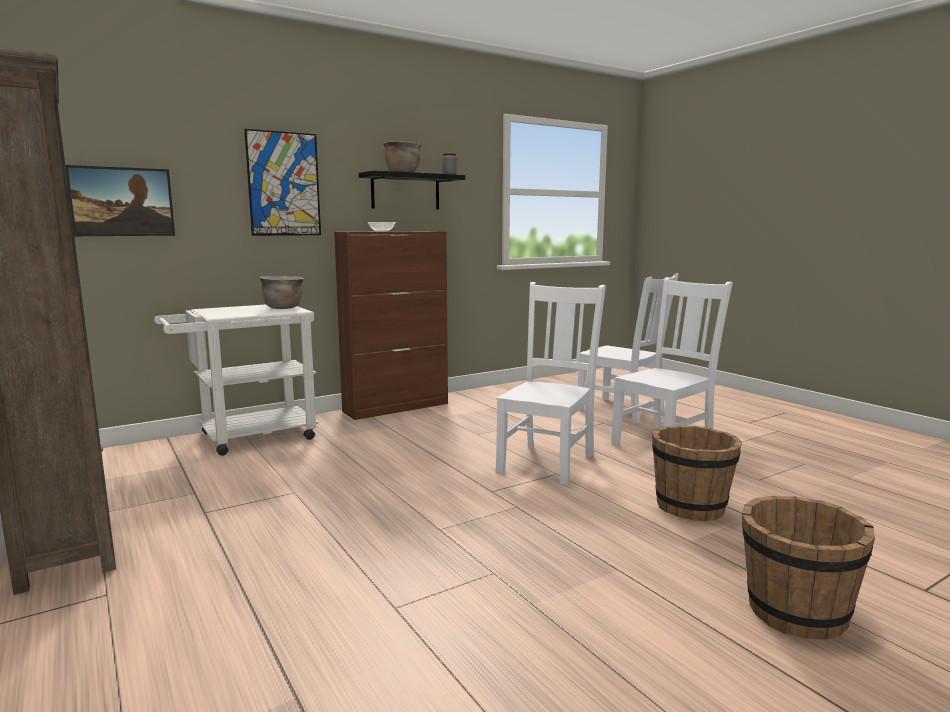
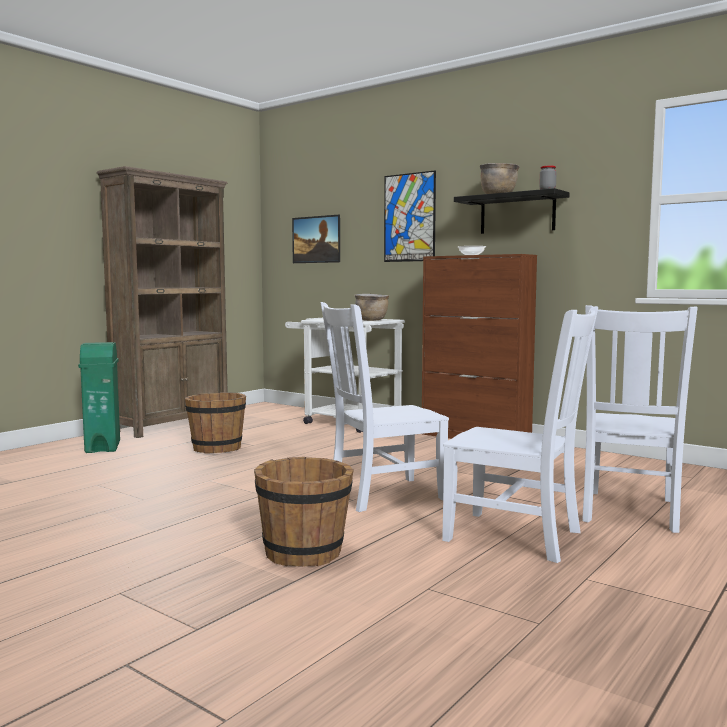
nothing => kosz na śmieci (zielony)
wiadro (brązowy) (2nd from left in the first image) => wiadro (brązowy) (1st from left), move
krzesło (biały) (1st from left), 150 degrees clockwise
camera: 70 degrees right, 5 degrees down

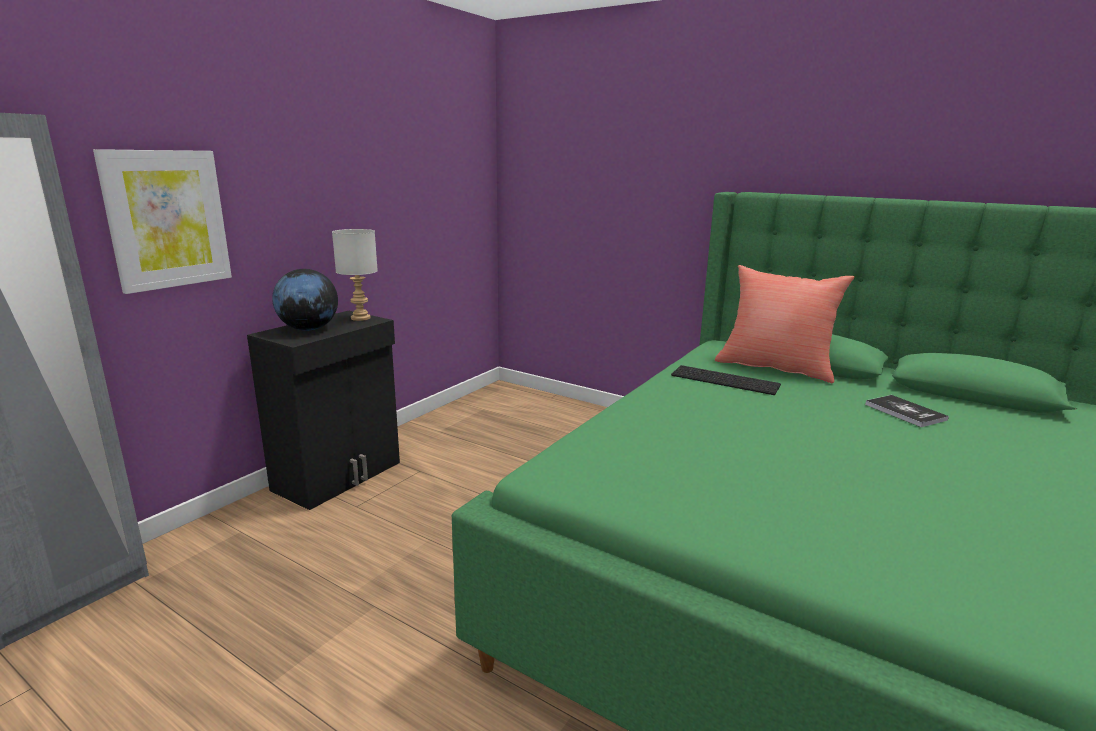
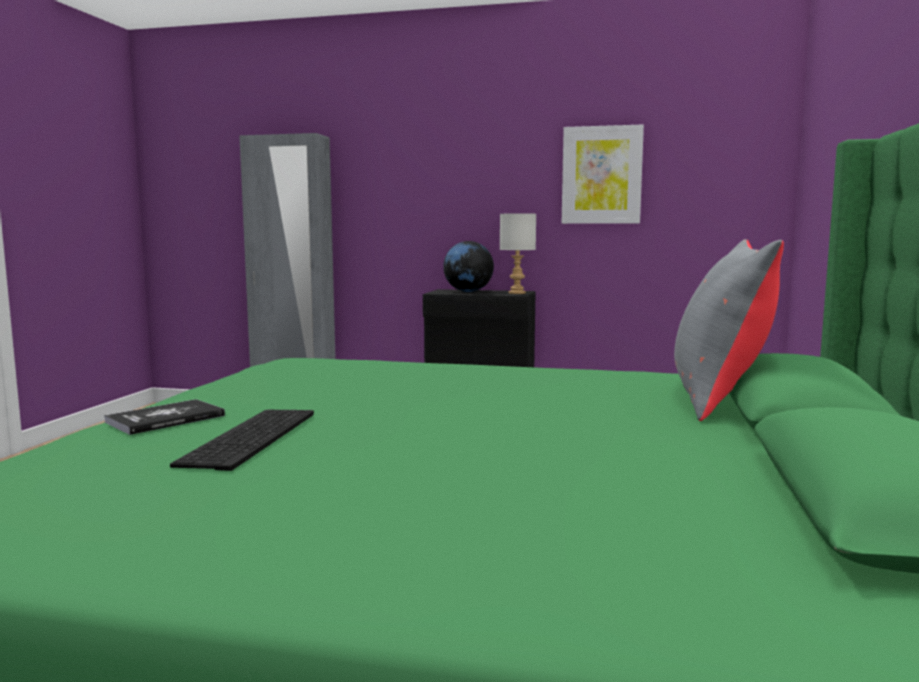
obraz, move
klawiatura, move
książka, move
poduszka (czerwony) => poduszka (szary)
camera: 70 degrees right, 10 degrees down

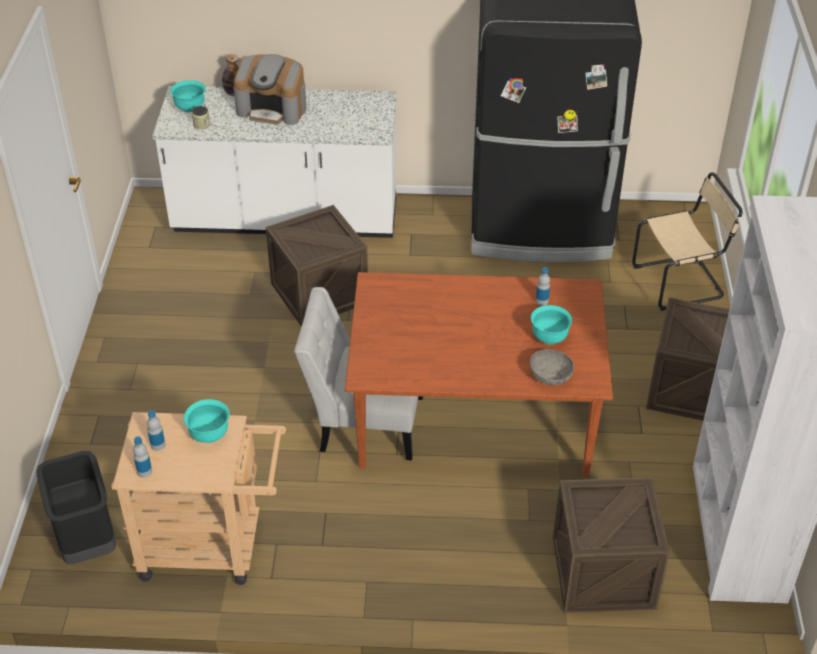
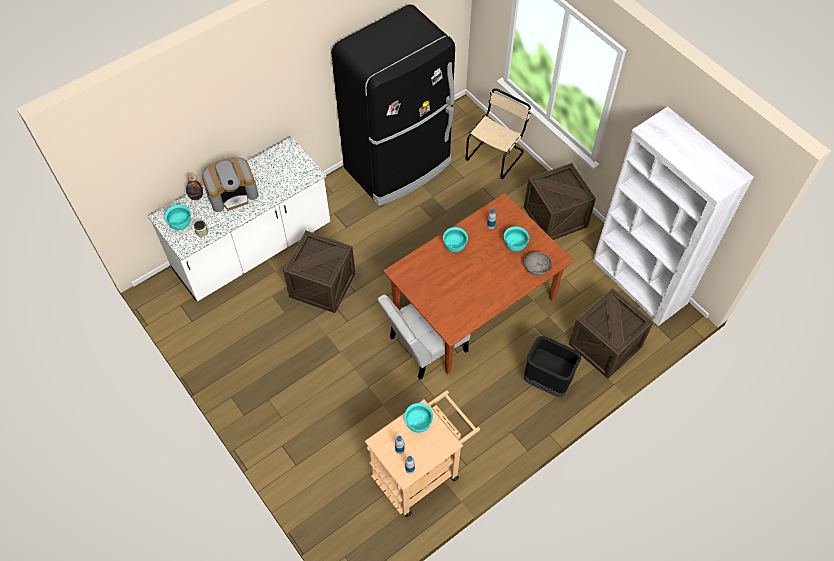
nothing => miska (turkusowy) (3rd from left)
kosz na śmieci (czarny), move
camera: 40 degrees left, 15 degrees up

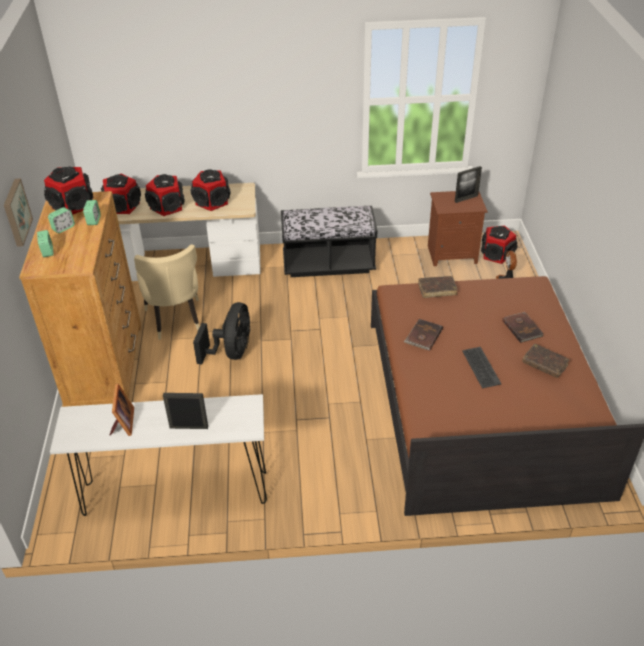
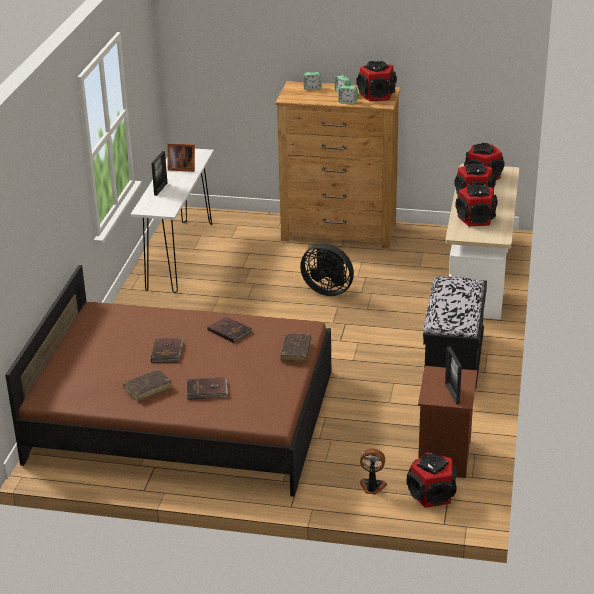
obraz => nothing
krzesło (beżowy) => nothing
klawiatura => książka (brązowy) (2nd from left)
camera: 105 degrees right, 10 degrees down

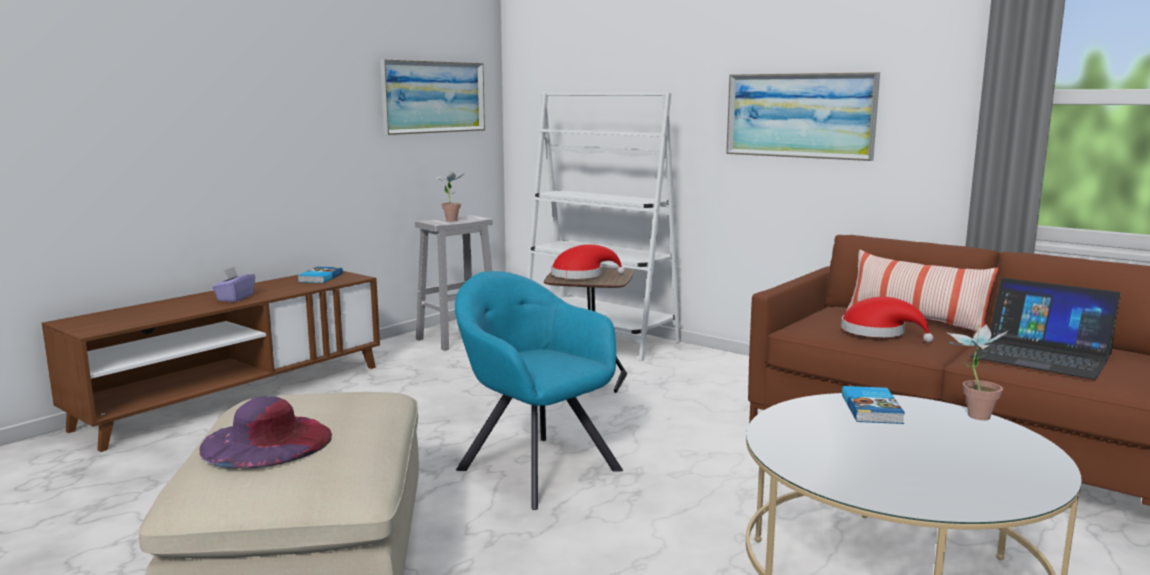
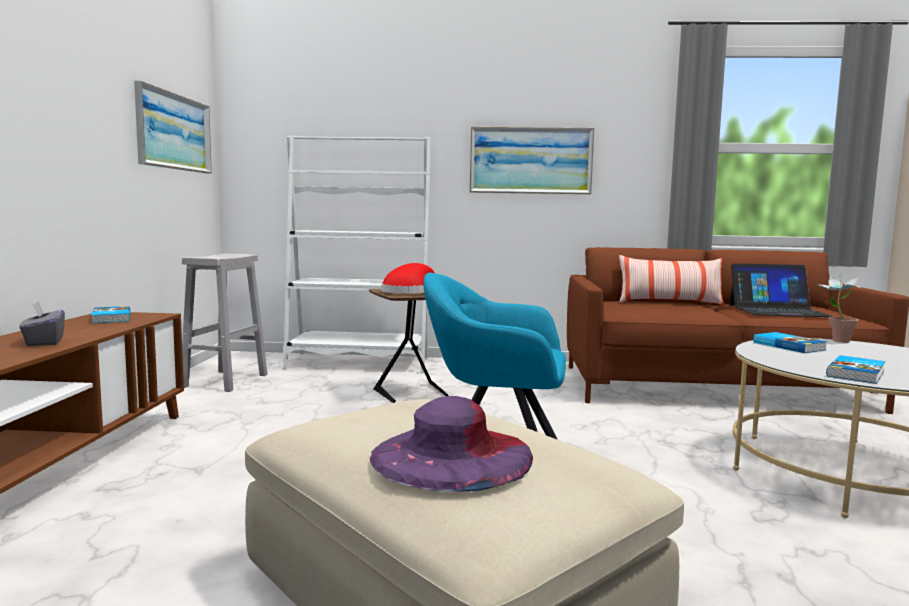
roślina doniczkowa (1st from left) => nothing
kapelusz (czerwony) (2nd from left) => nothing
nothing => książka (3rd from left)
pudełko chusteczek (fioletowy) => pudełko chusteczek (szary)
camera: 35 degrees left, 5 degrees down

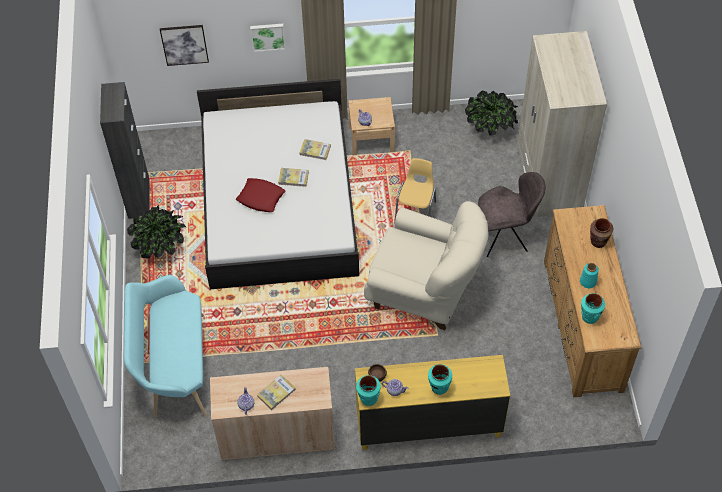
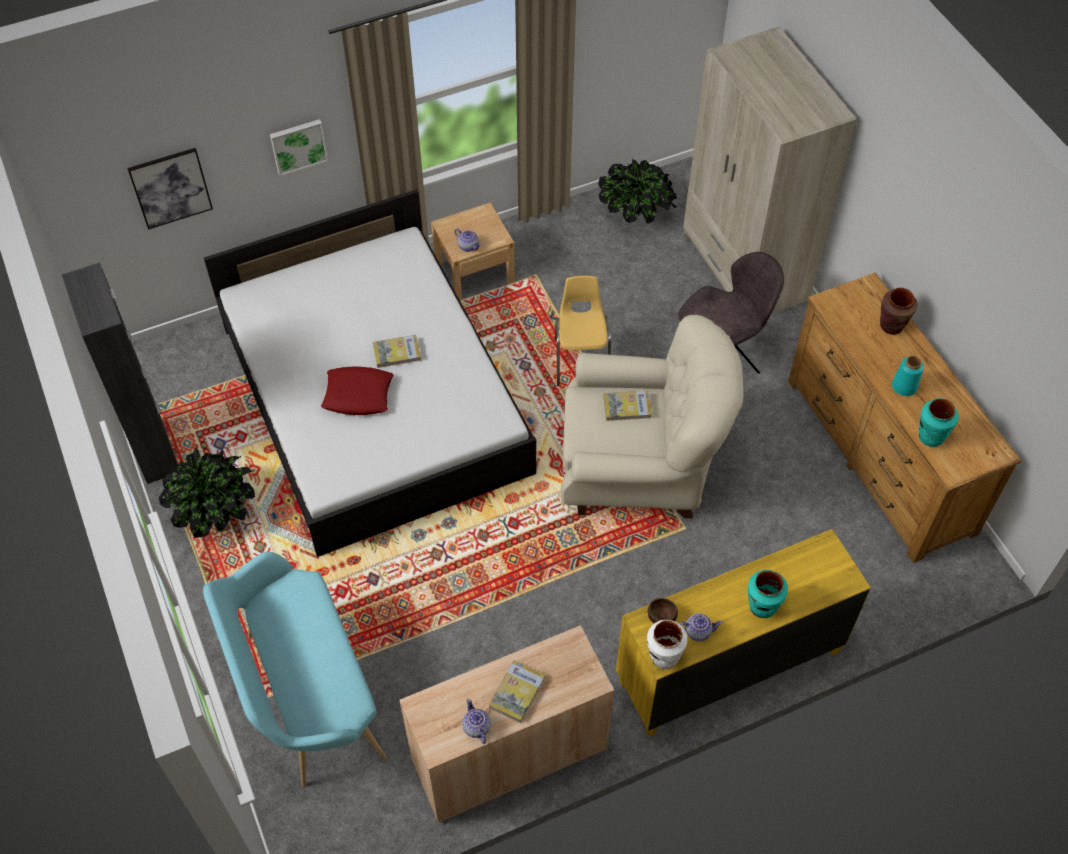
książka (3rd from left), move
wazon (turkusowy) (1st from left) => wazon (biały)
camera: 20 degrees left, 0 degrees up

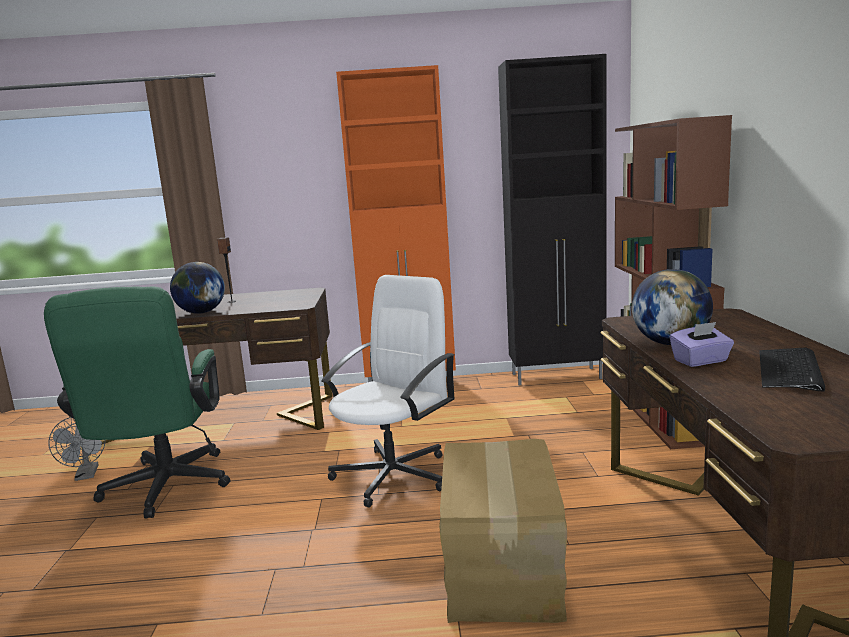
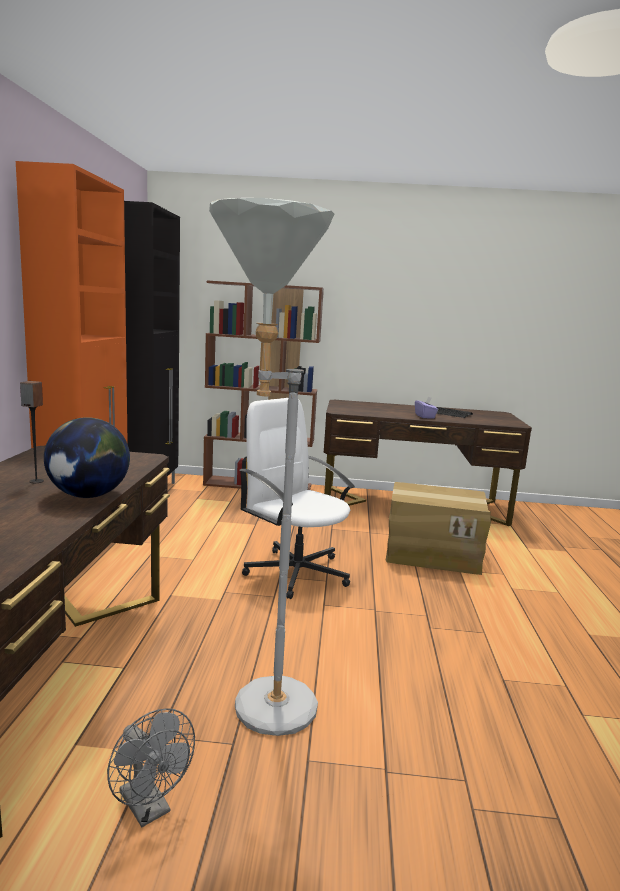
globus (2nd from left) => nothing
krzesło biurowe (zielony) => lampa stojąca (szary)
wentylator (szary), 60 degrees clockwise
camera: 85 degrees left, 0 degrees up

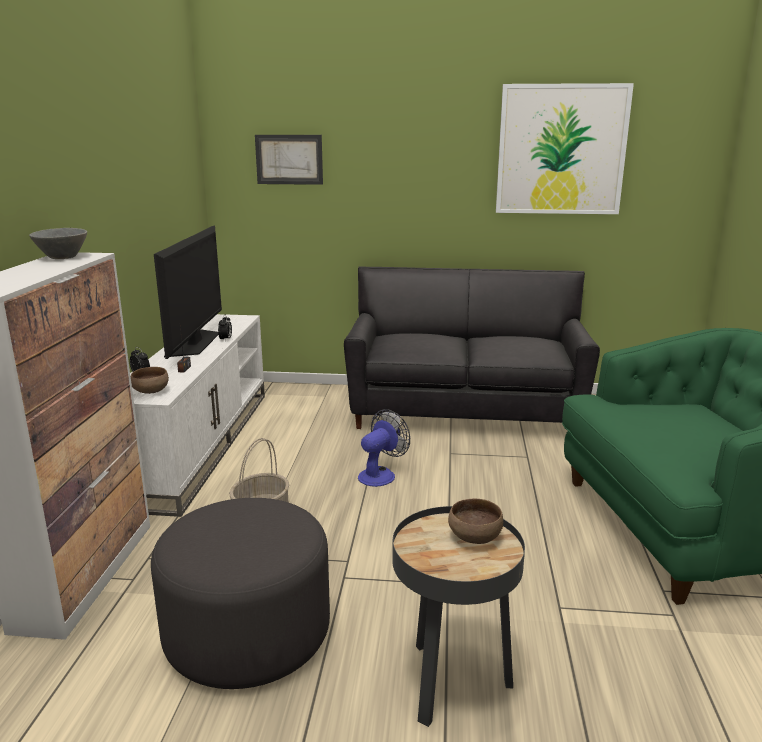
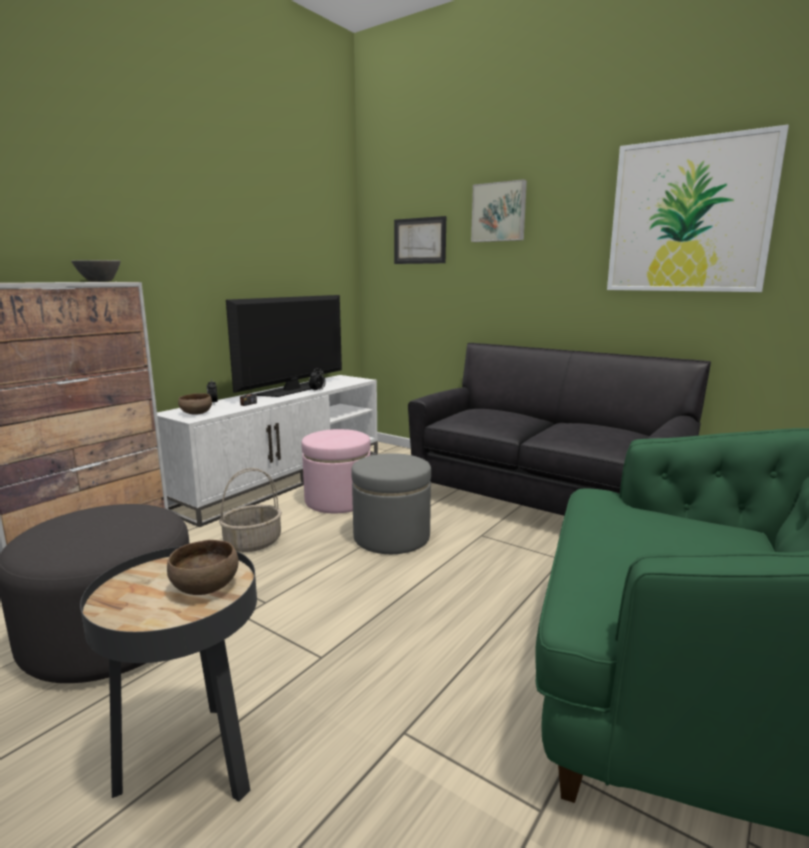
nothing => pufa (różowy)
nothing => obraz (2nd from left)
wentylator => pufa (szary) (2nd from left)
camera: 30 degrees right, 5 degrees down

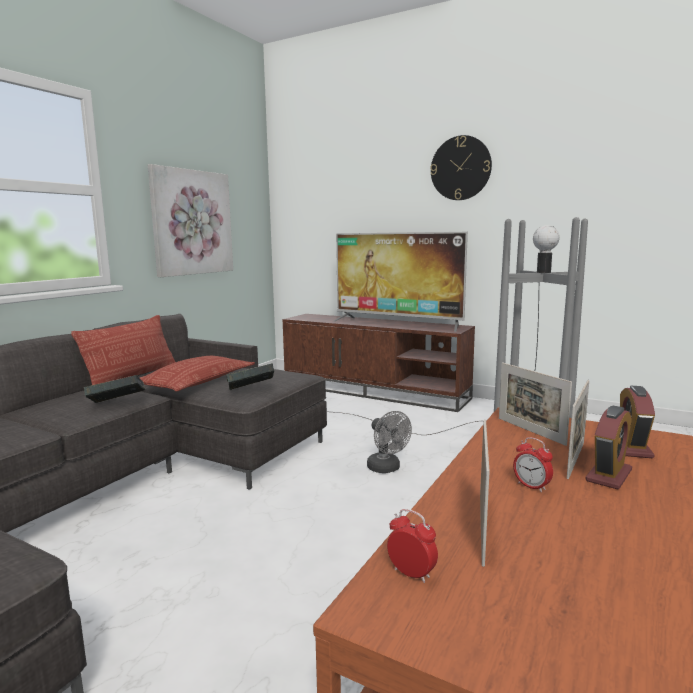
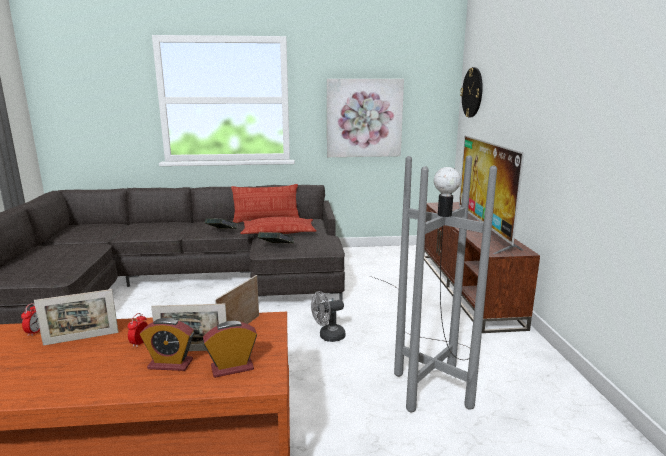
zegar ścienny, move
wentylator (szary), 45 degrees clockwise
camera: 55 degrees right, 5 degrees up

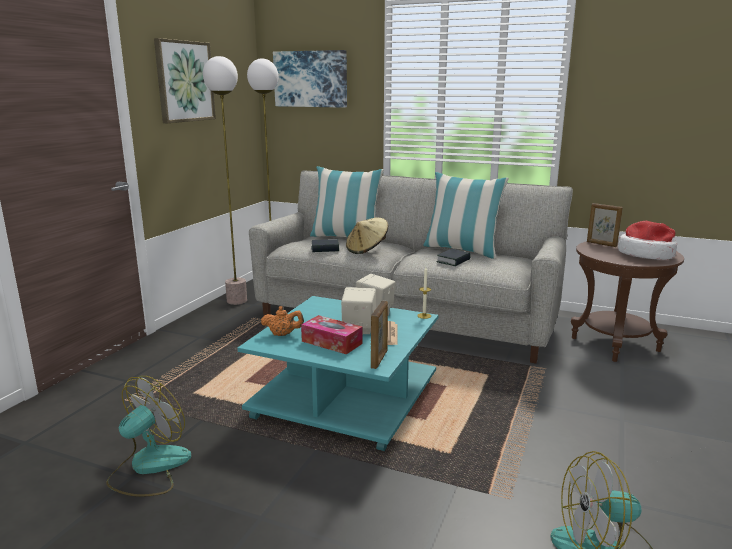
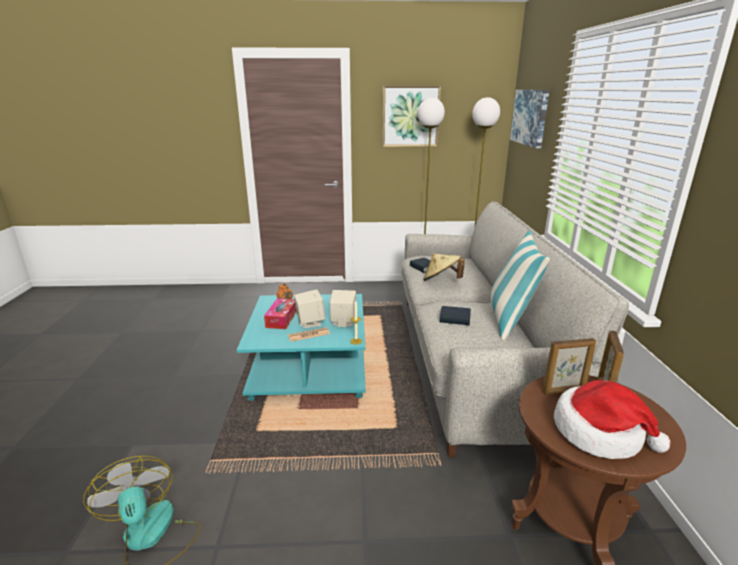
wentylator (1st from left) => nothing
poduszka (1st from left) => nothing
ramka na zdjęcie (1st from left), move
camera: 65 degrees right, 5 degrees up

